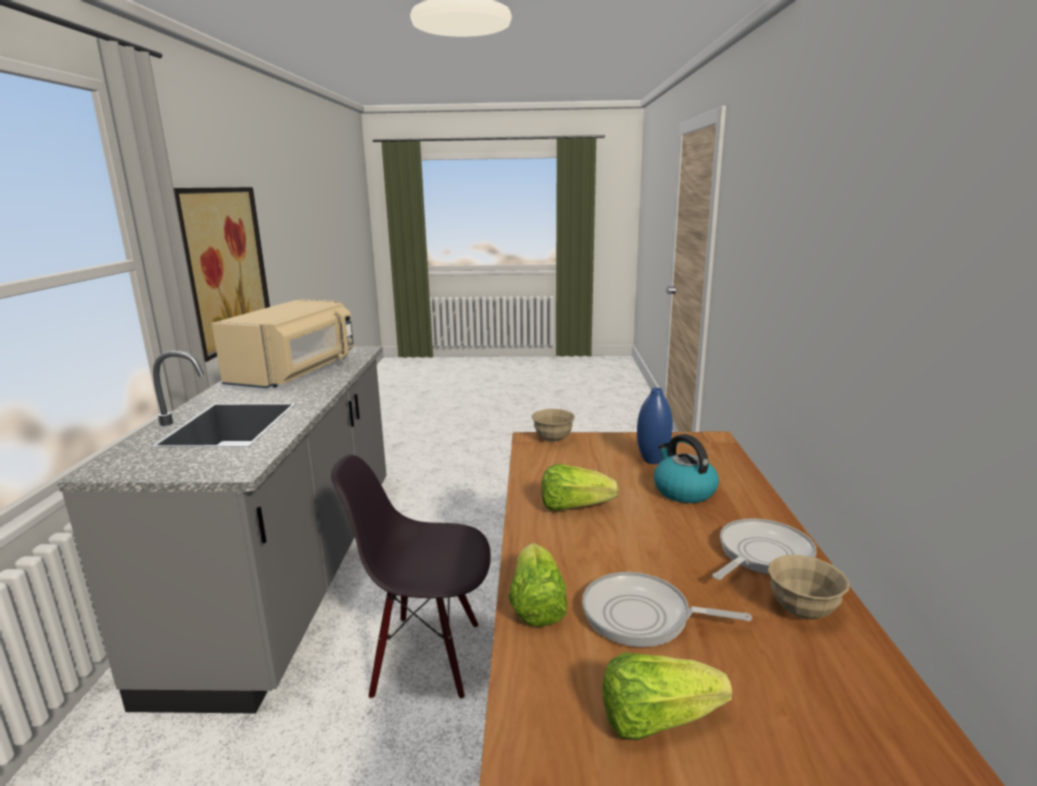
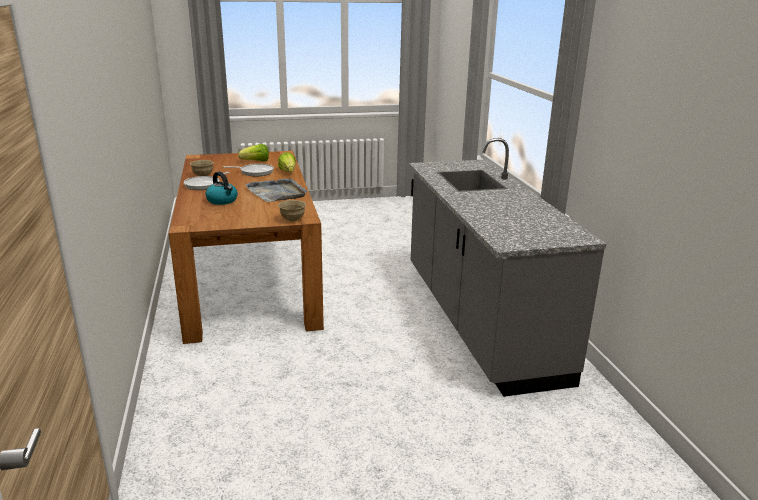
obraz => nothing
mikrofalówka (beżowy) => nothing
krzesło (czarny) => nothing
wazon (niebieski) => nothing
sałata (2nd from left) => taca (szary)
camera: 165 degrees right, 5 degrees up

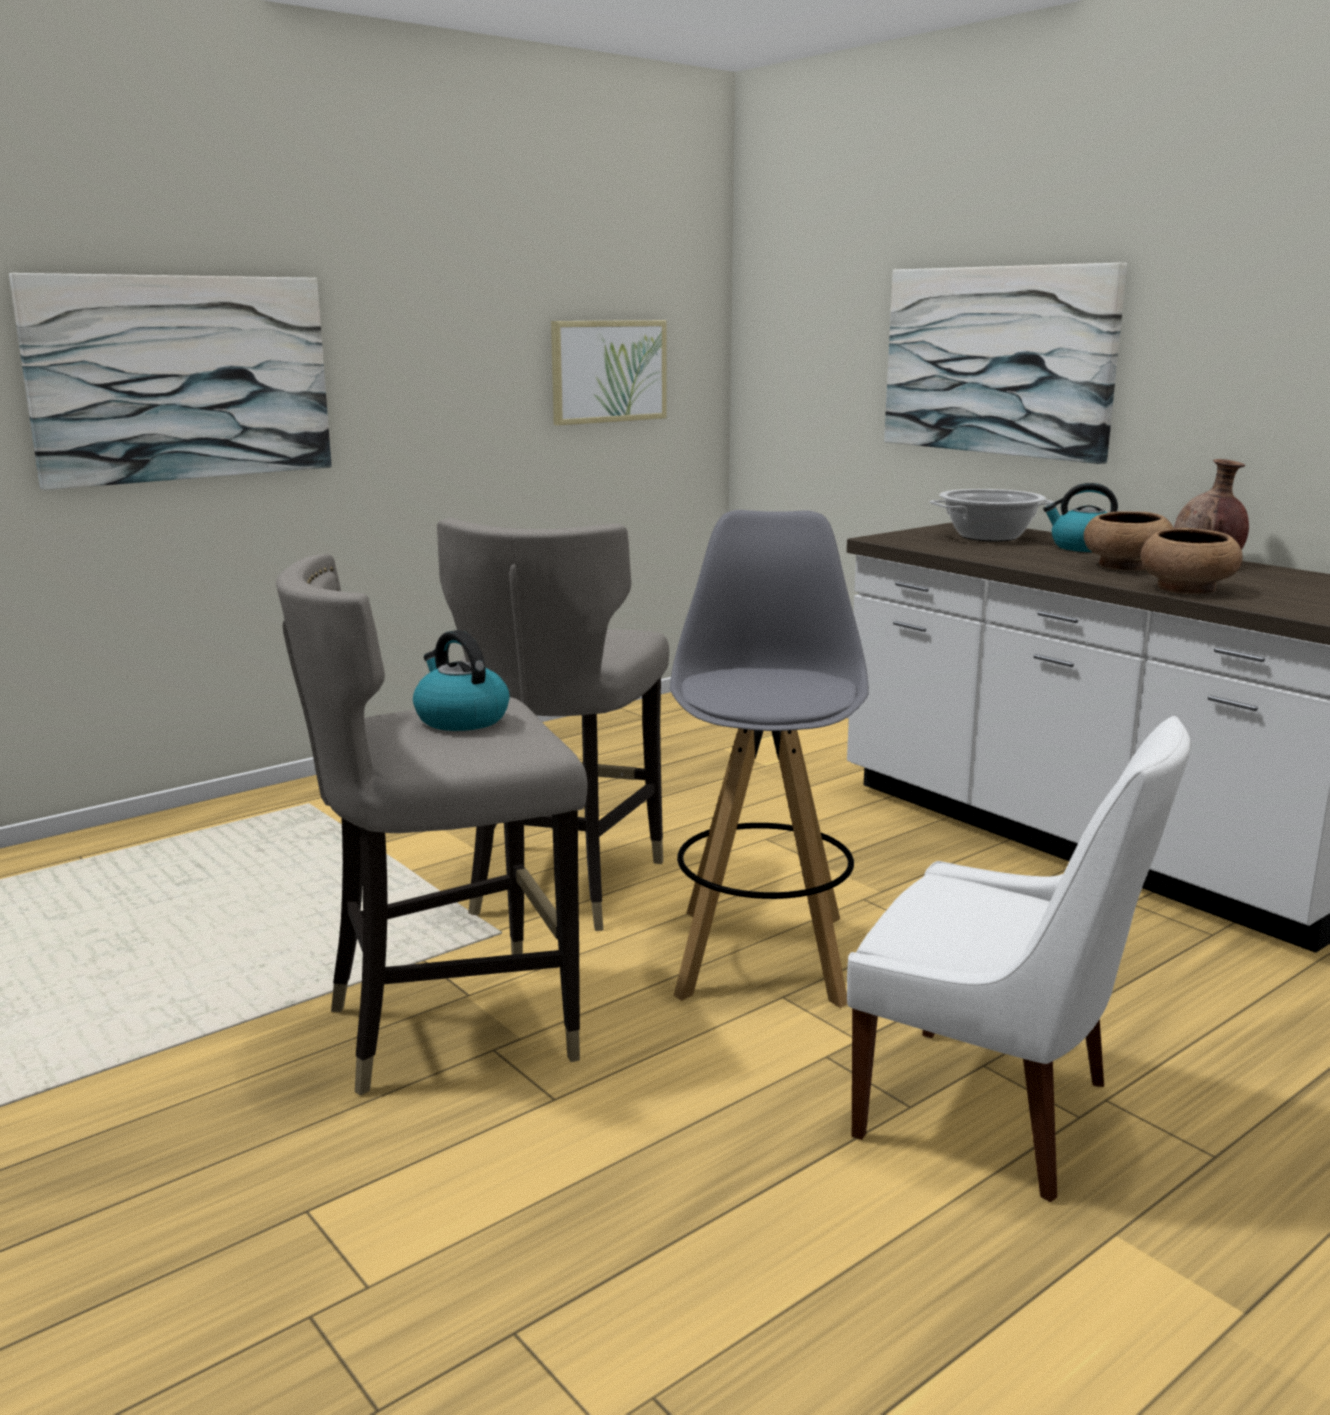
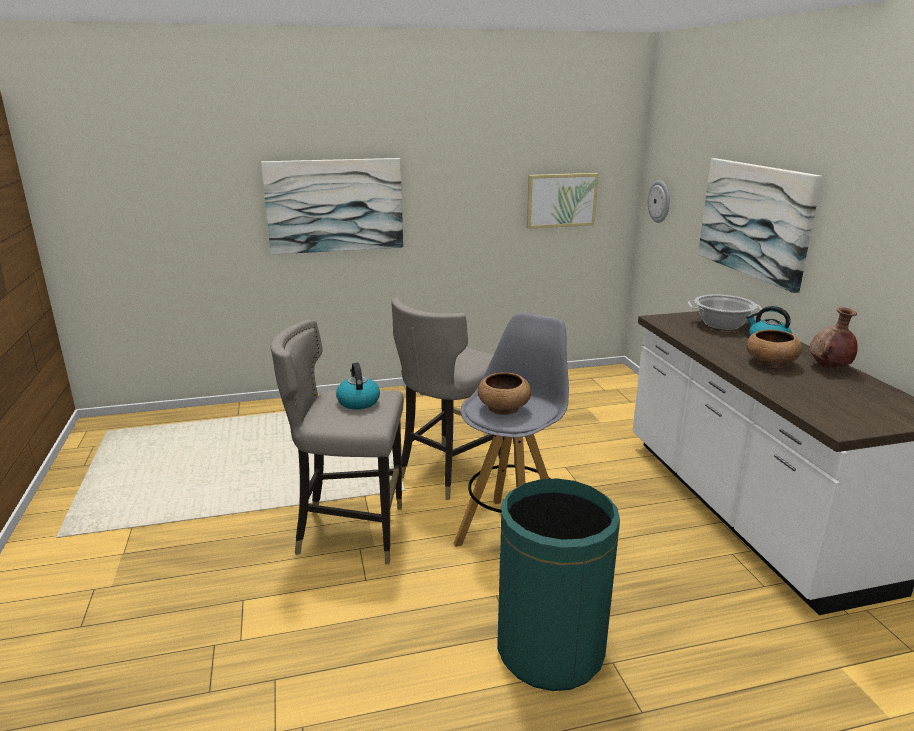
nothing => zegar ścienny
miska (brązowy) (2nd from left in the first image) => miska (brązowy) (1st from left), move
krzesło (biały) => kosz na śmieci (zielony)
camera: 25 degrees right, 5 degrees up

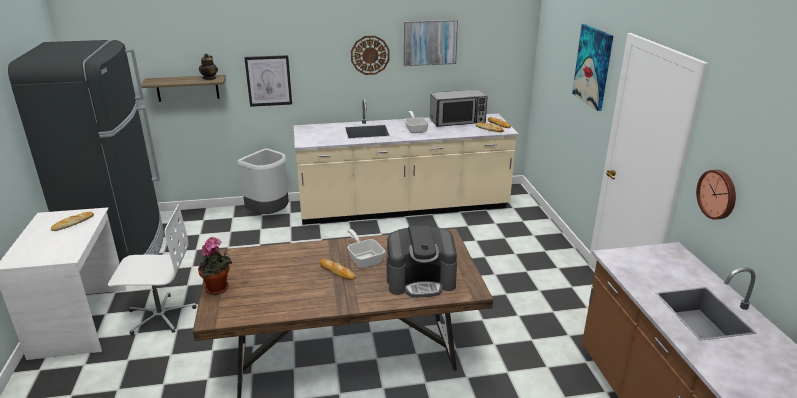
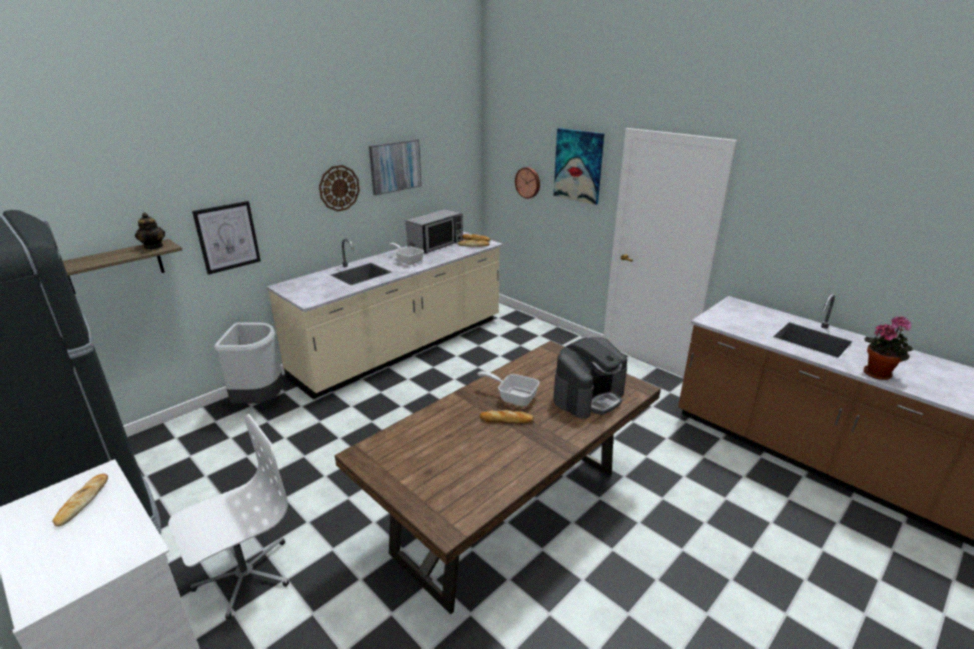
roślina doniczkowa, move
zegar ścienny (2nd from left), move
camera: 35 degrees left, 0 degrees up

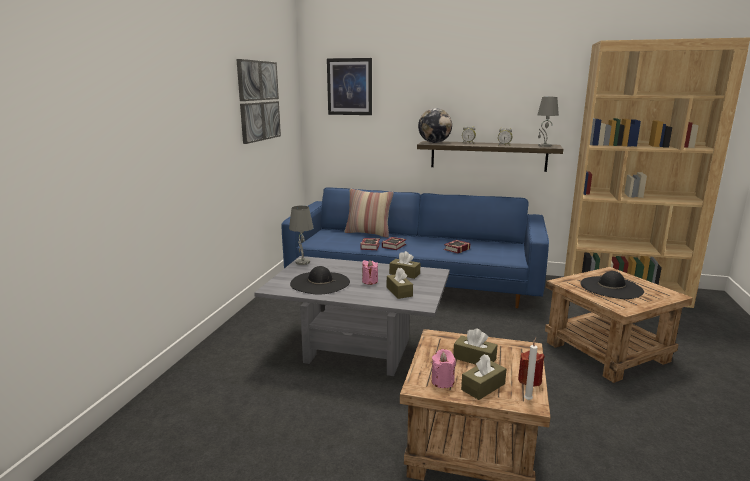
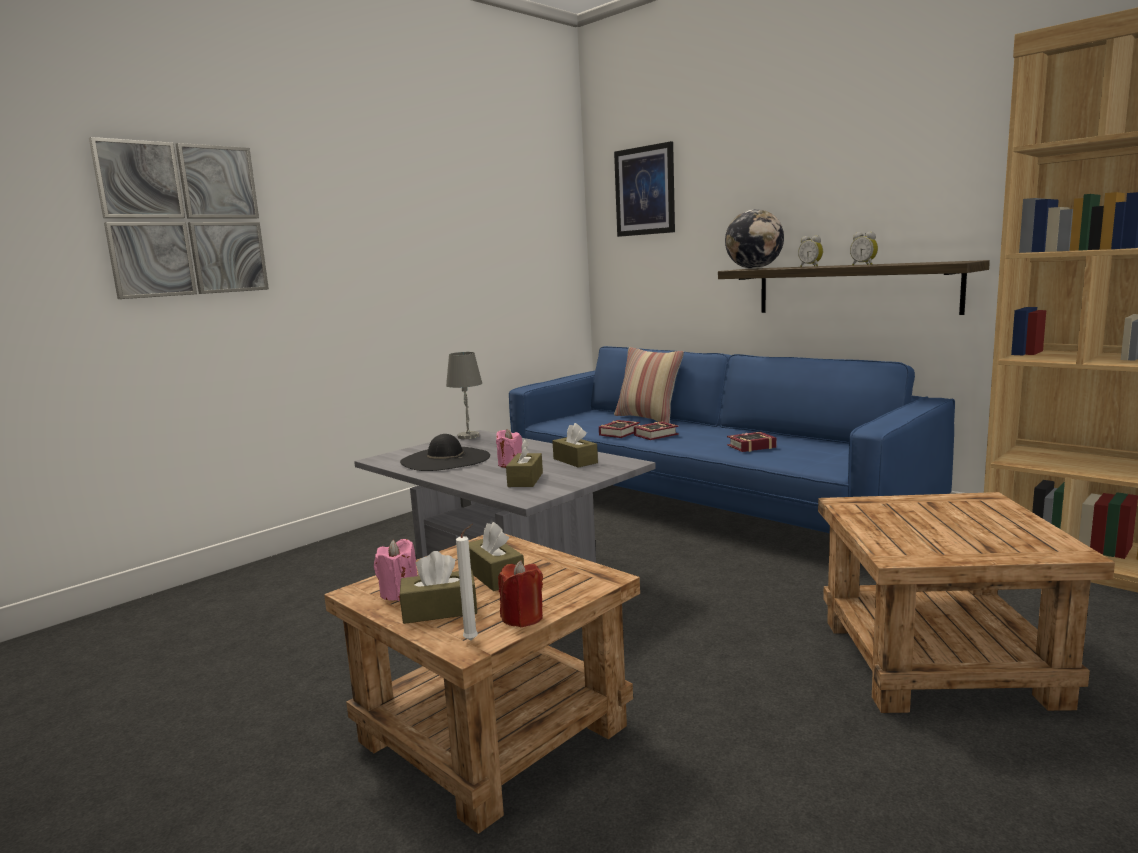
lampa stołowa (szary) (2nd from left) => nothing
kapelusz (czarny) (2nd from left) => nothing
obraz (1st from left), move
camera: 30 degrees right, 5 degrees down

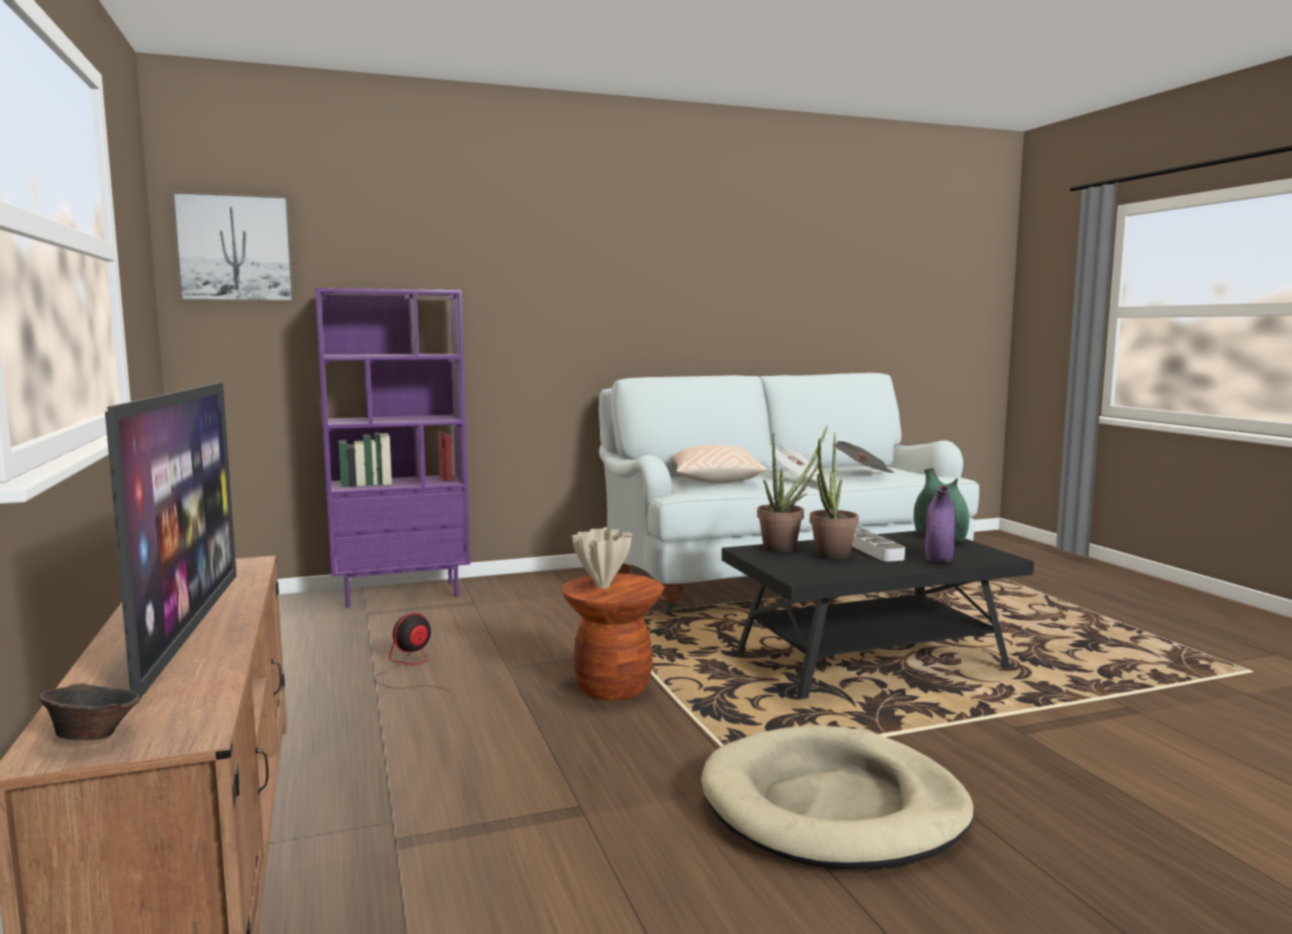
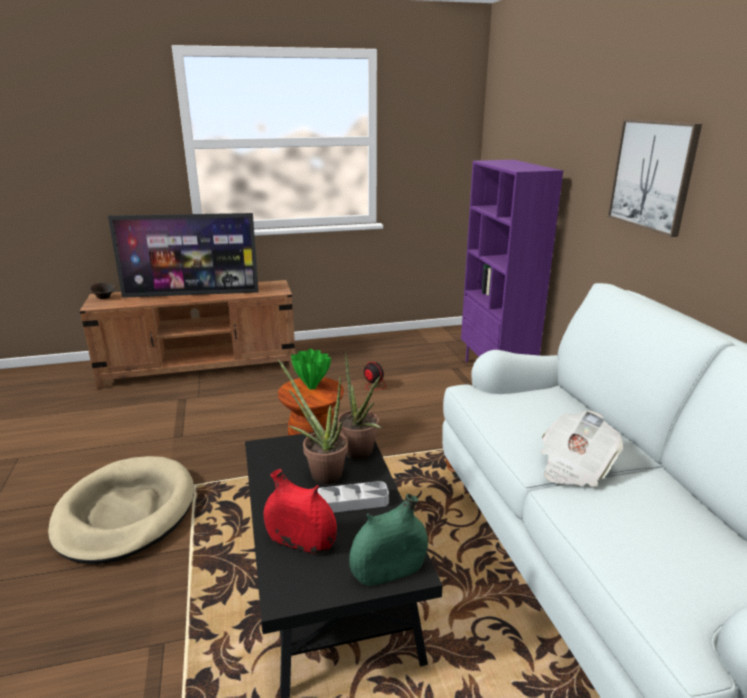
poduszka (beżowy) => nothing
gazeta (2nd from left) => nothing
obraz, move
wazon (beżowy) => wazon (zielony) (1st from left)
wazon (fioletowy) => wazon (czerwony)
camera: 95 degrees right, 15 degrees up

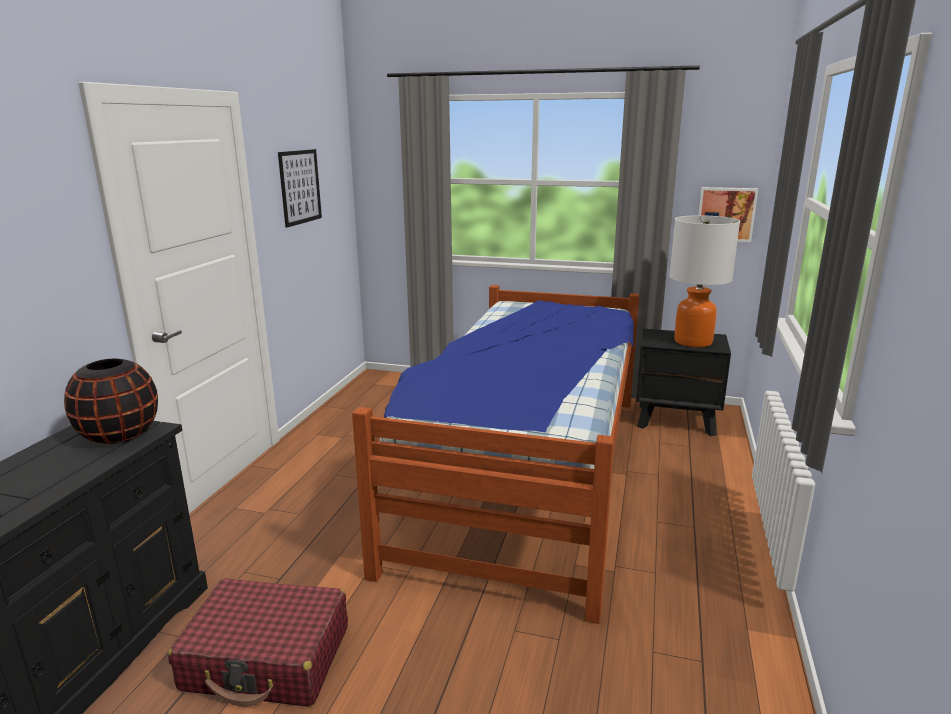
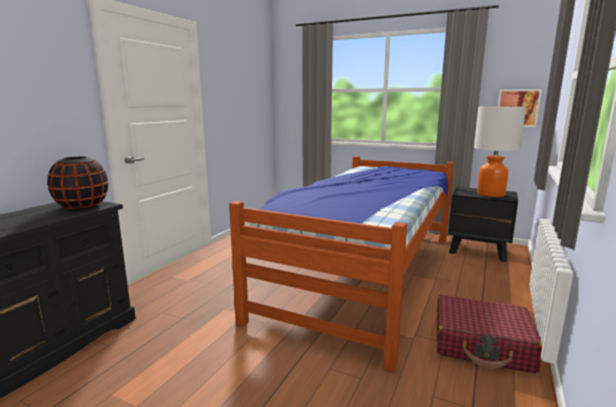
obraz (1st from left) => nothing
walizka (czerwony), move
camera: 10 degrees right, 5 degrees down

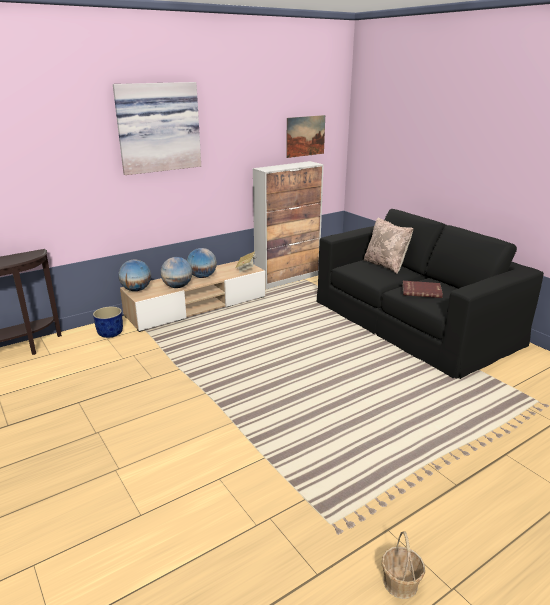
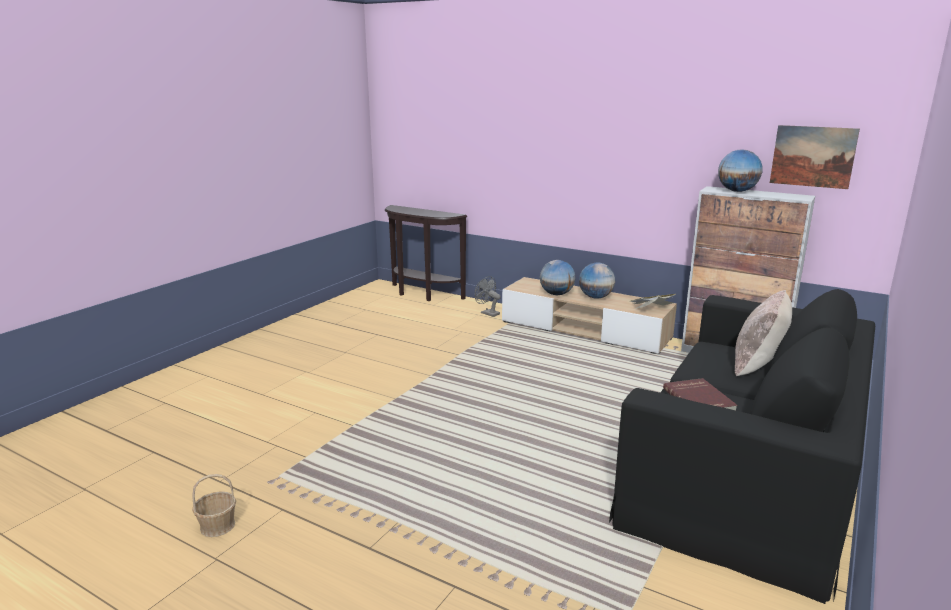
obraz (1st from left) => nothing
globus (1st from left in the first image) => globus (3rd from left), move
donica (niebieski) => wentylator (szary)
camera: 65 degrees right, 5 degrees down

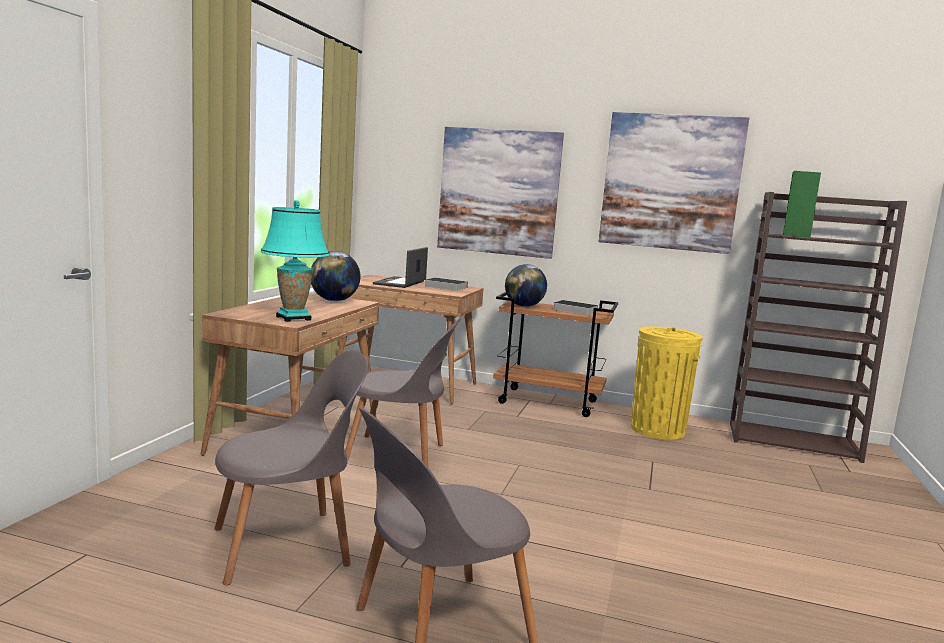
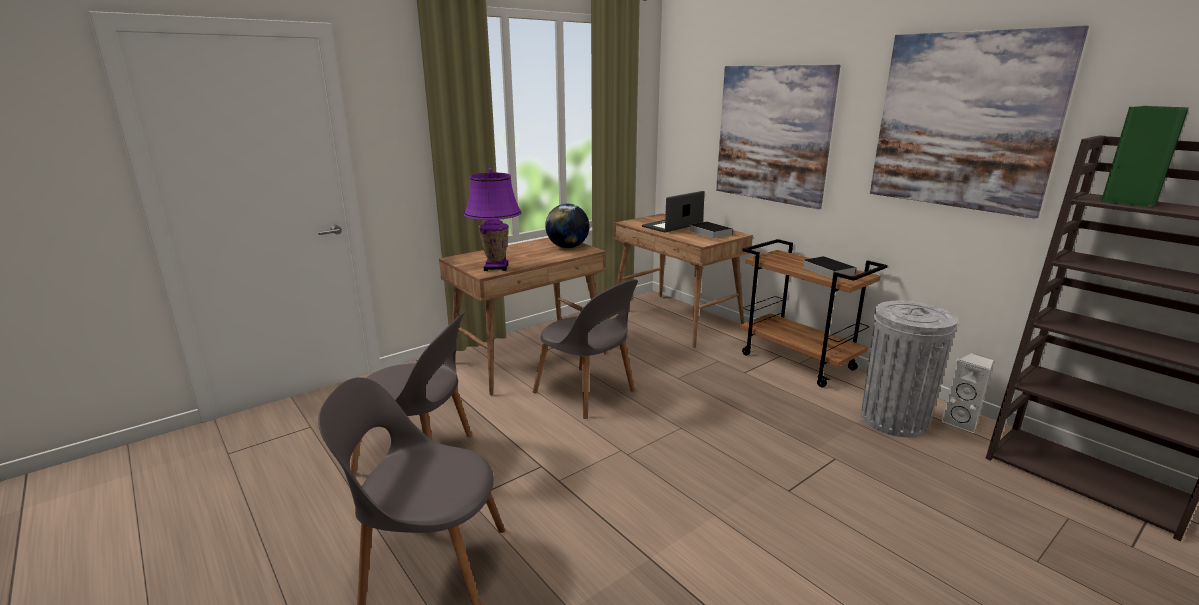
globus (2nd from left) => nothing
nothing => głośnik (biały)
lampa stołowa (turkusowy) => lampa stołowa (fioletowy)
kosz na śmieci (żółty) => kosz na śmieci (szary)
camera: 35 degrees right, 10 degrees up

